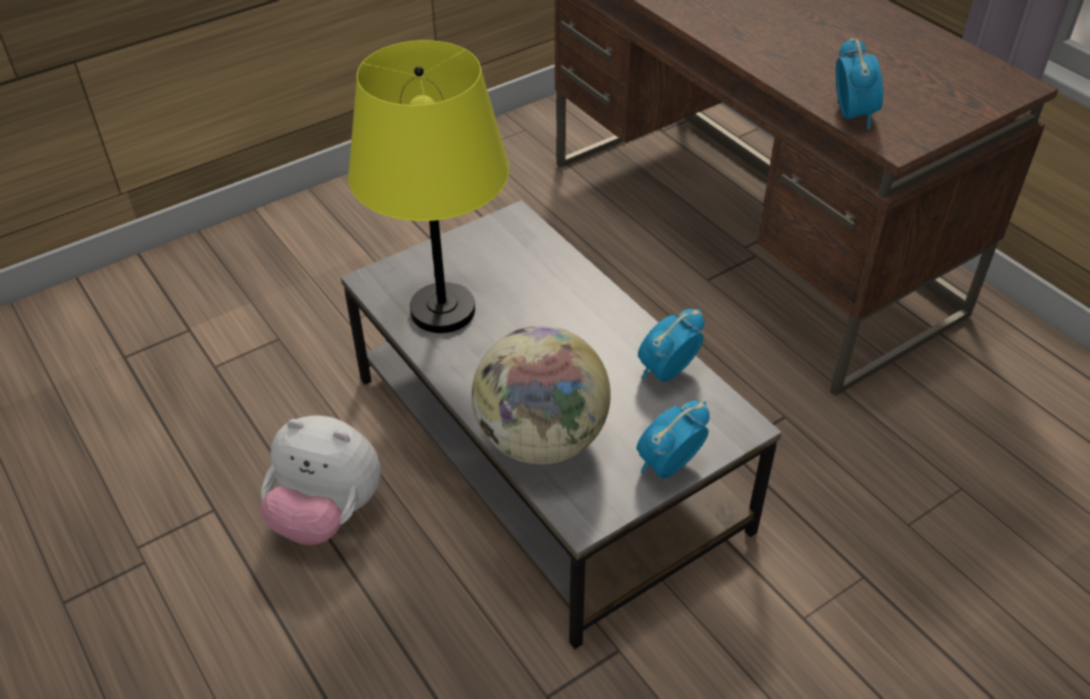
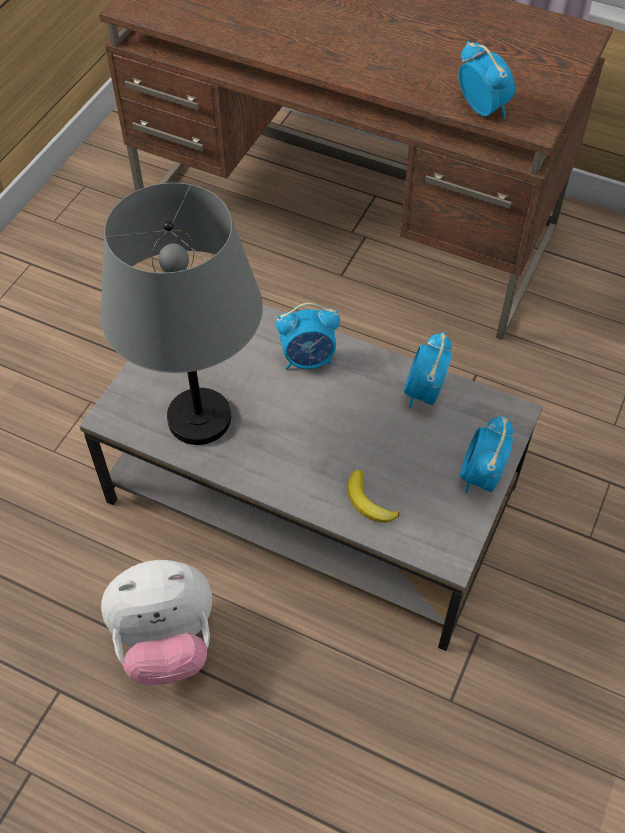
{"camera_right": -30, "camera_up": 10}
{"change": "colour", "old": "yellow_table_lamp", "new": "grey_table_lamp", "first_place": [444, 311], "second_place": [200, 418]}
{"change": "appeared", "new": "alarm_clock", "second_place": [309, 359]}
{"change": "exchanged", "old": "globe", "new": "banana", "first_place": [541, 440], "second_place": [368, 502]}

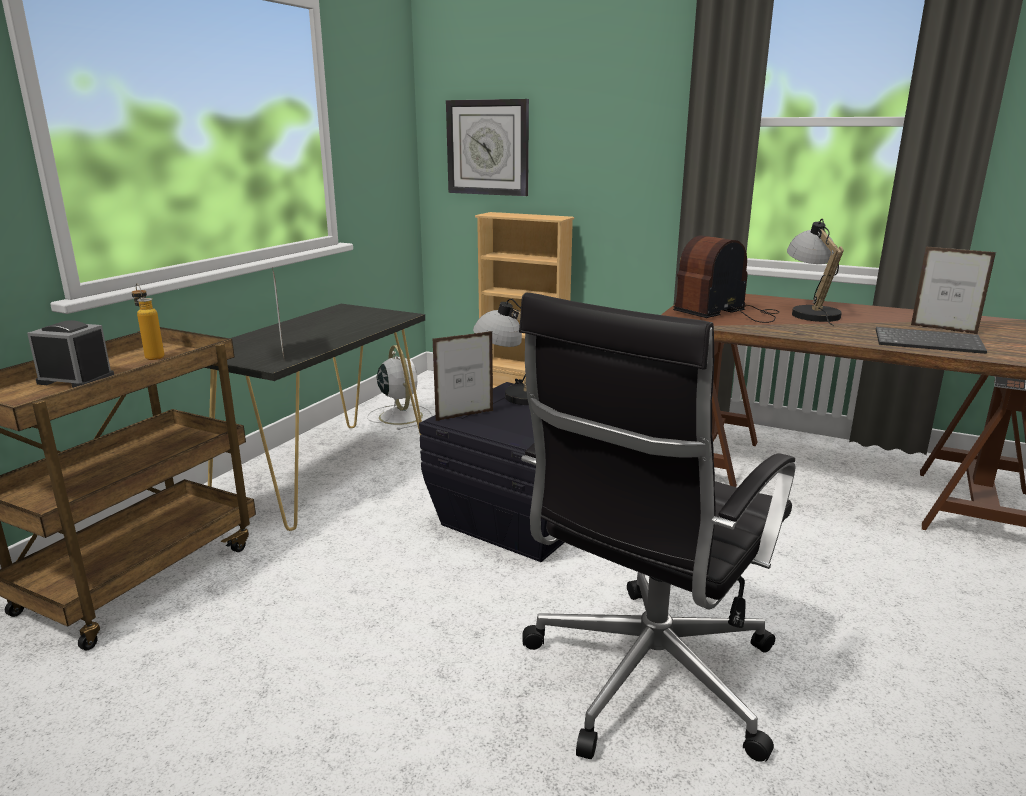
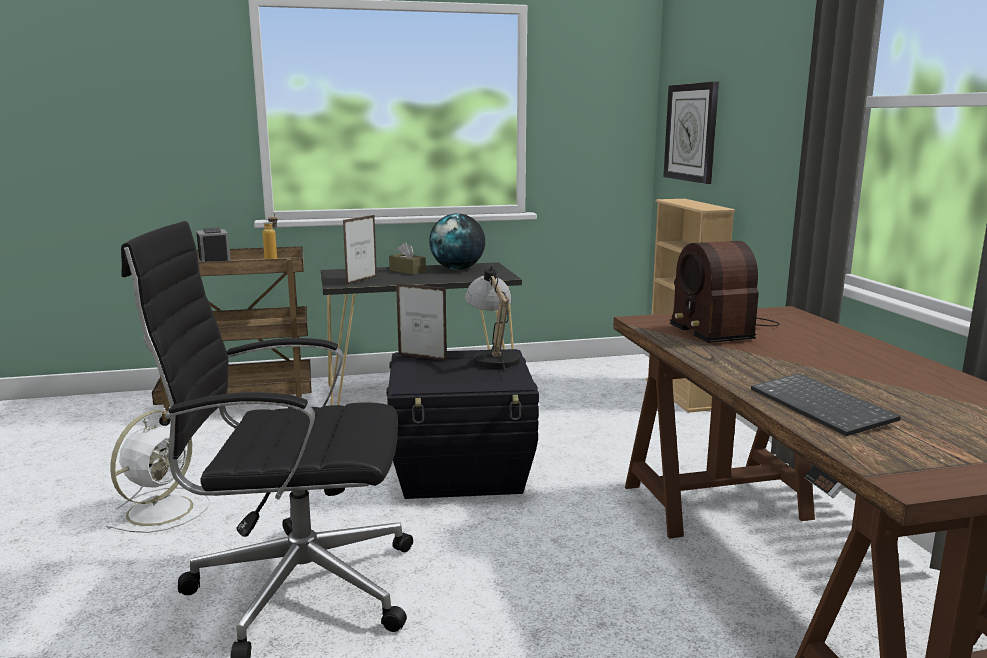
{"camera_right": 50, "camera_up": -5}
{"change": "relocated", "old": "white_fan", "first_place": [400, 416], "second_place": [162, 509]}
{"change": "appeared", "new": "brown_tissue_box", "second_place": [407, 271]}
{"change": "appeared", "new": "globe", "second_place": [458, 269]}
{"change": "spun", "old": "radio", "first_place": [728, 313], "second_place": [720, 328], "degrees": -120}
{"change": "missing", "old": "table_lamp", "first_place": [810, 313]}
{"change": "missing", "old": "picture_frame", "first_place": [943, 329]}

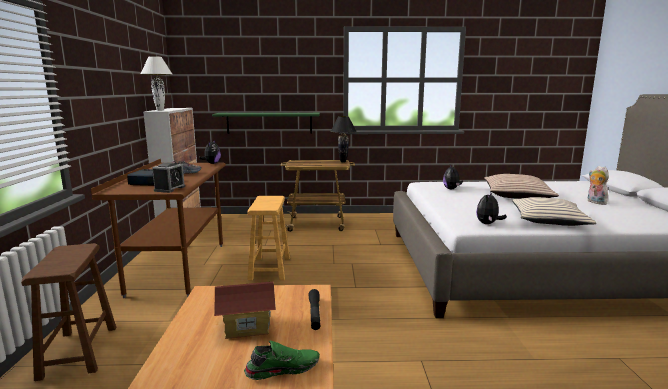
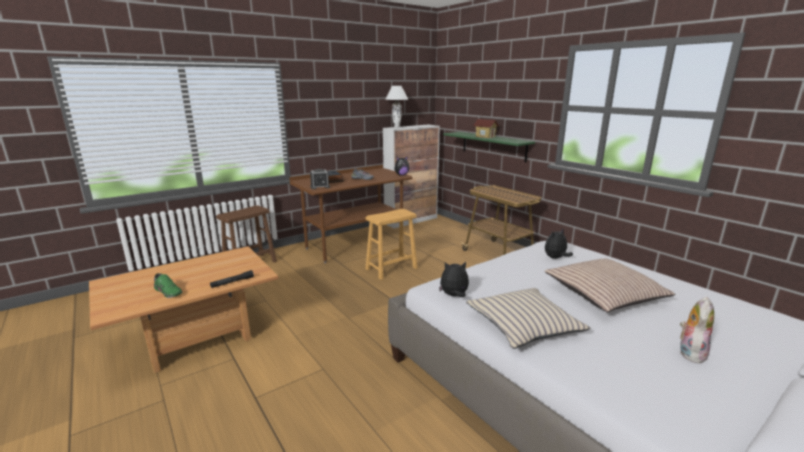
{"camera_right": 55, "camera_up": 5}
{"change": "relocated", "old": "toy_house", "first_place": [247, 326], "second_place": [485, 137]}
{"change": "missing", "old": "black_table_lamp", "first_place": [342, 162]}

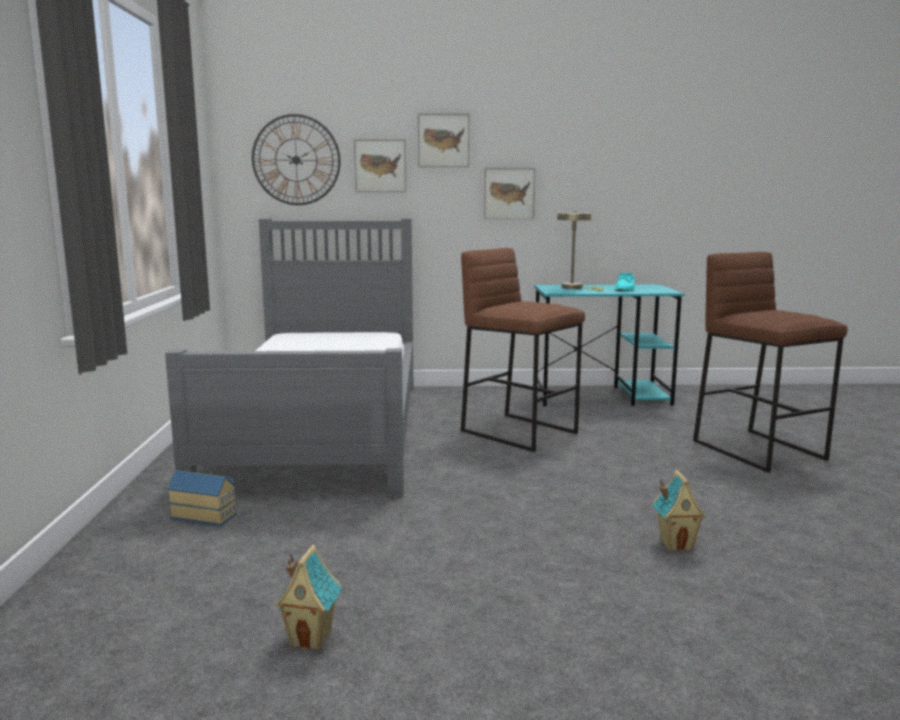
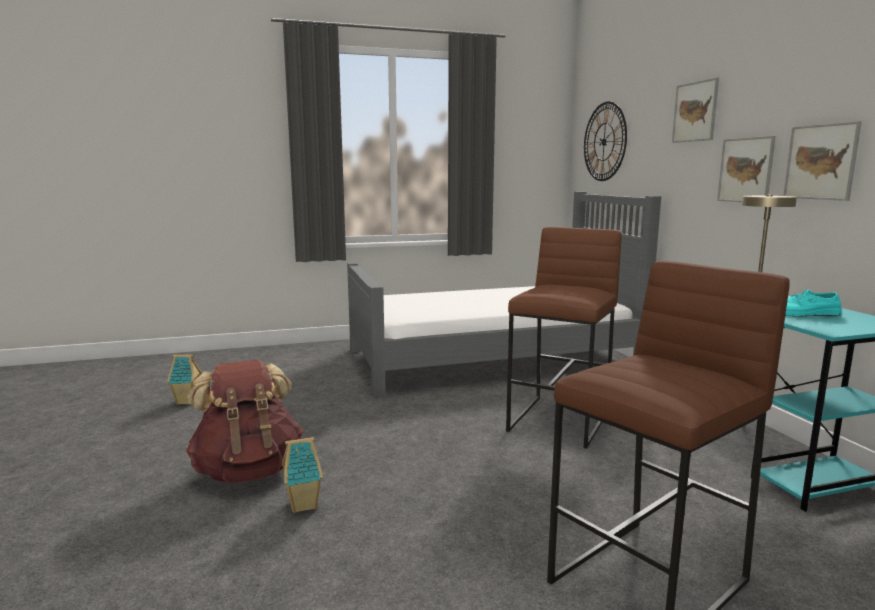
{"camera_right": 75, "camera_up": 0}
{"change": "appeared", "new": "brown_backpack", "second_place": [249, 470]}
{"change": "relocated", "old": "picture", "first_place": [380, 165], "second_place": [821, 162]}
{"change": "missing", "old": "toy_house", "first_place": [205, 514]}

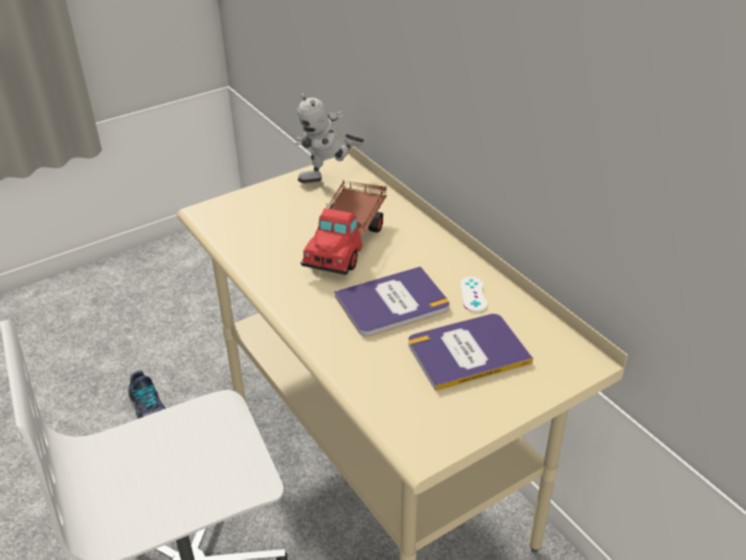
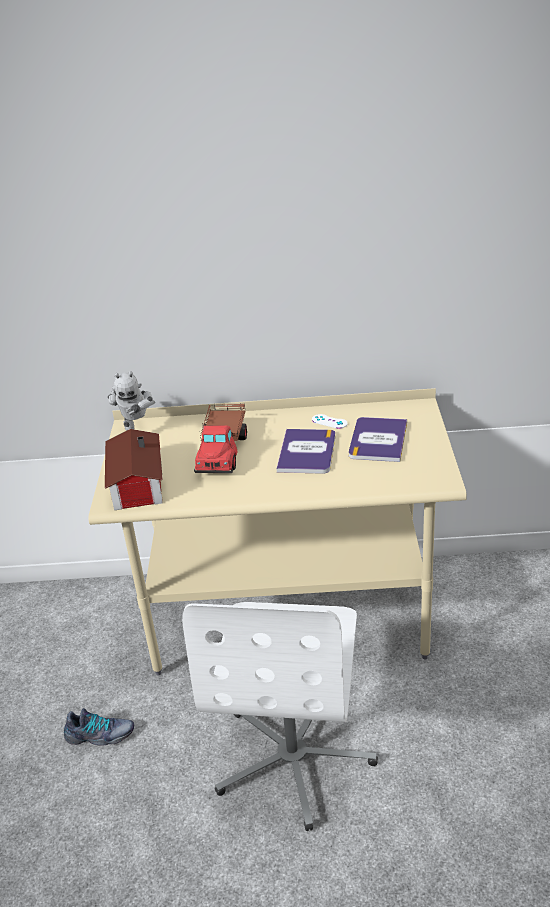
{"camera_right": -55, "camera_up": -5}
{"change": "appeared", "new": "toy_house", "second_place": [135, 485]}
{"change": "spun", "old": "toy_truck", "first_place": [347, 241], "second_place": [223, 450], "degrees": 45}

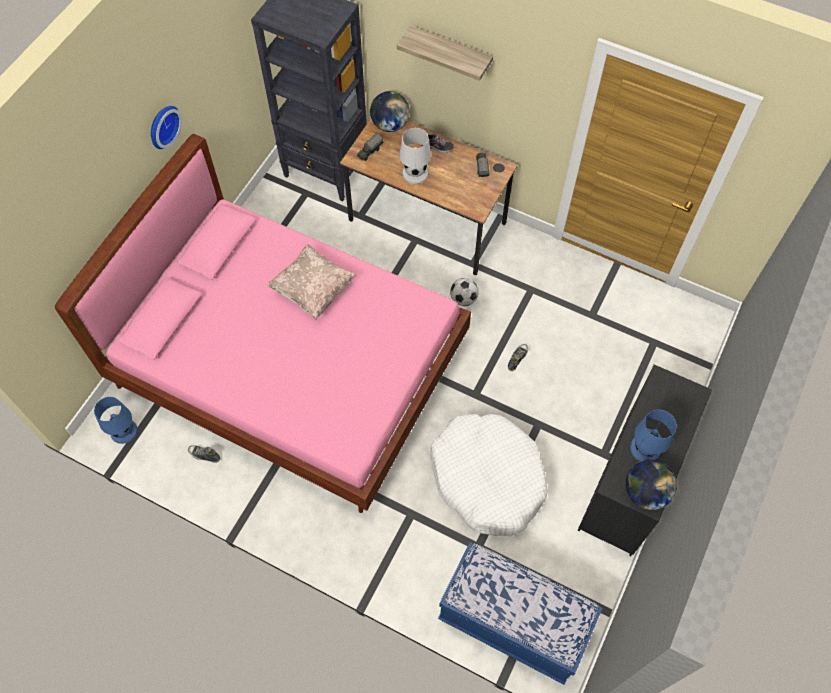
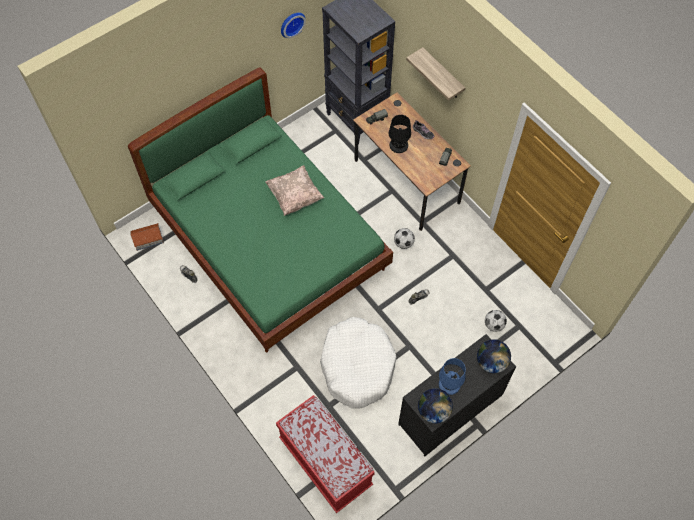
{"camera_right": 25, "camera_up": 0}
{"change": "colour", "old": "pink_bed", "new": "green_bed", "first_place": [291, 365], "second_place": [269, 241]}
{"change": "exchanged", "old": "blue_table_lamp", "new": "toy_house", "first_place": [123, 431], "second_place": [148, 239]}
{"change": "colour", "old": "blue_bench", "new": "red_bench", "first_place": [512, 623], "second_place": [325, 462]}
{"change": "relocated", "old": "wall_clock", "first_place": [162, 125], "second_place": [291, 23]}
{"change": "colour", "old": "white_table_lamp", "new": "black_table_lamp", "first_place": [415, 173], "second_place": [398, 145]}
{"change": "relocated", "old": "globe", "first_place": [390, 125], "second_place": [491, 362]}
{"change": "appeared", "new": "football", "second_place": [494, 325]}

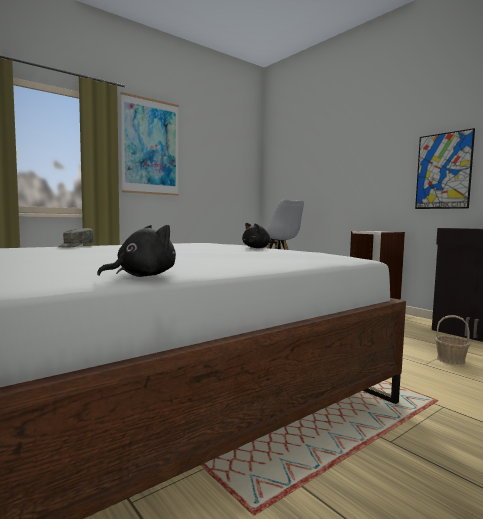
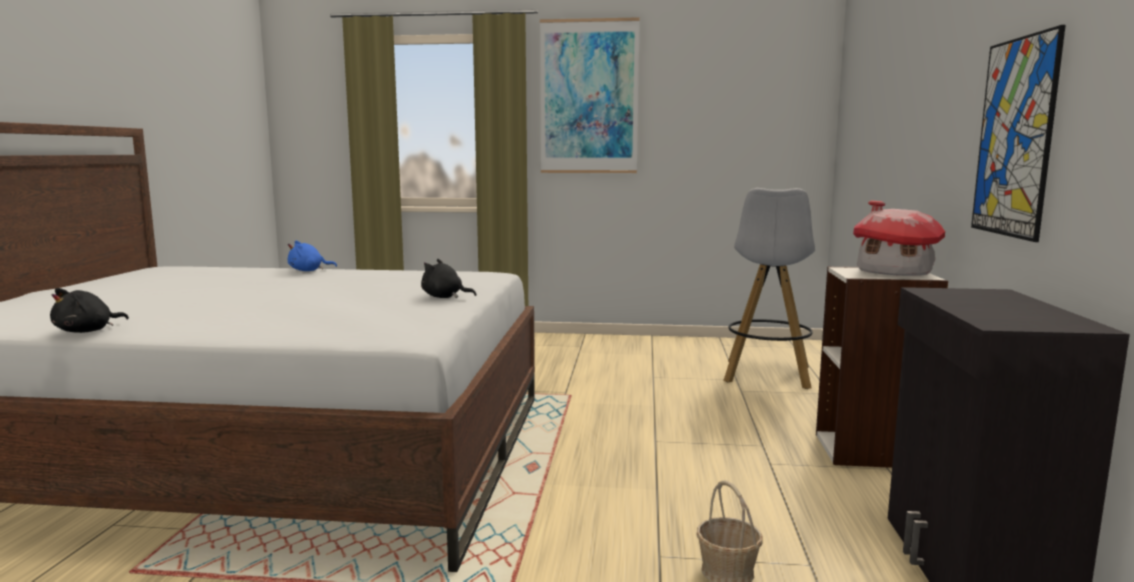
{"camera_right": 45, "camera_up": 5}
{"change": "spun", "old": "black_plush_toy", "first_place": [142, 276], "second_place": [87, 331], "degrees": 120}
{"change": "exchanged", "old": "grey_cap", "new": "blue_plush_toy", "first_place": [76, 246], "second_place": [308, 271]}
{"change": "appeared", "new": "toy_house", "second_place": [892, 272]}

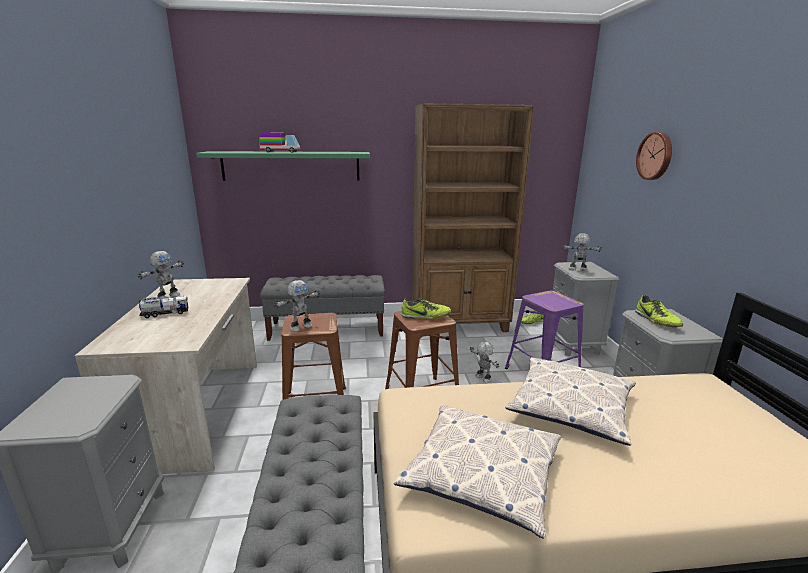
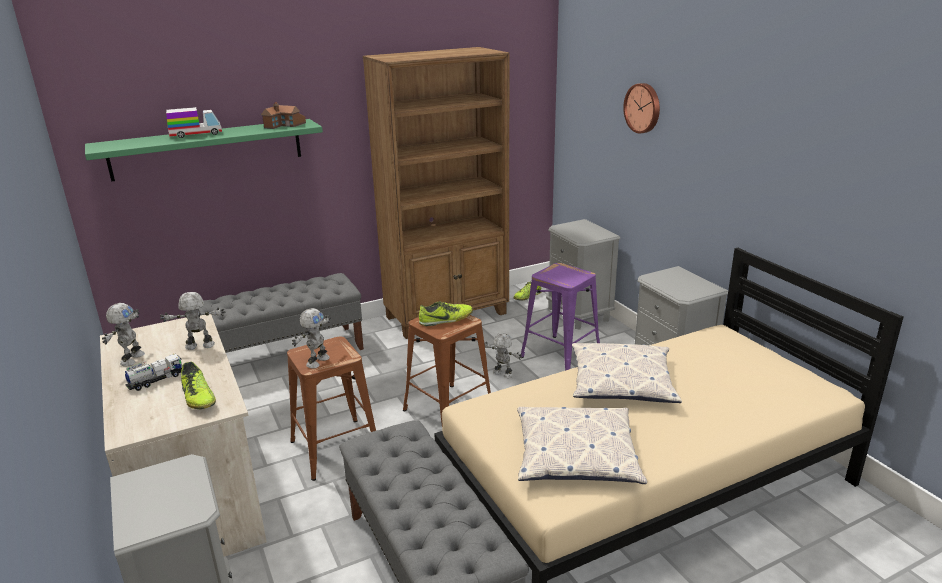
{"camera_right": -20, "camera_up": 5}
{"change": "relocated", "old": "toy_robot", "first_place": [578, 269], "second_place": [200, 346]}
{"change": "relocated", "old": "shoe", "first_place": [656, 321], "second_place": [198, 397]}
{"change": "appeared", "new": "toy_house", "second_place": [285, 125]}

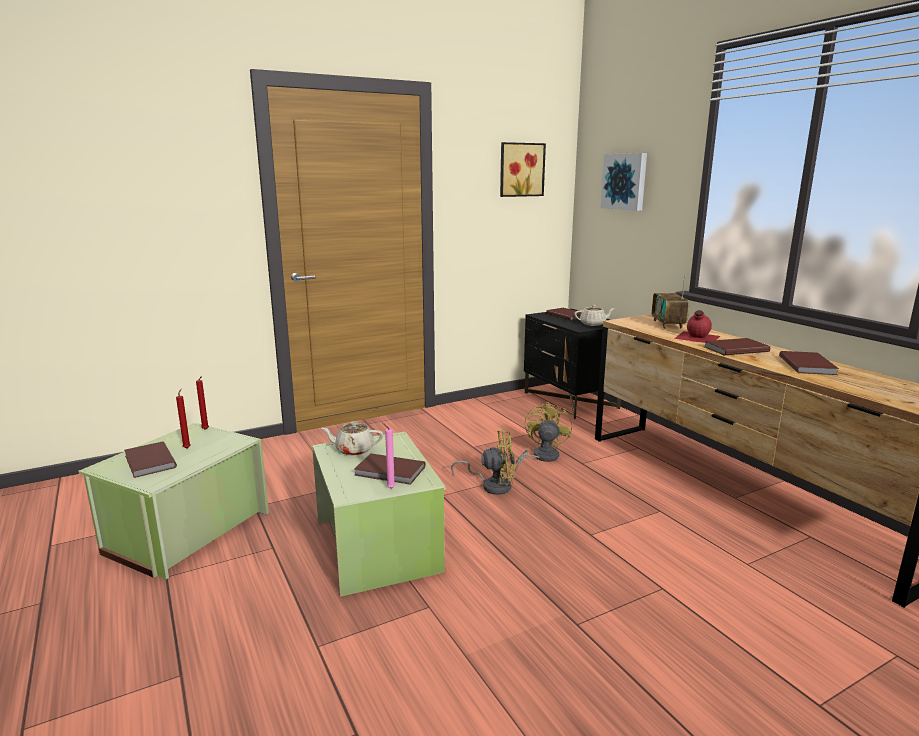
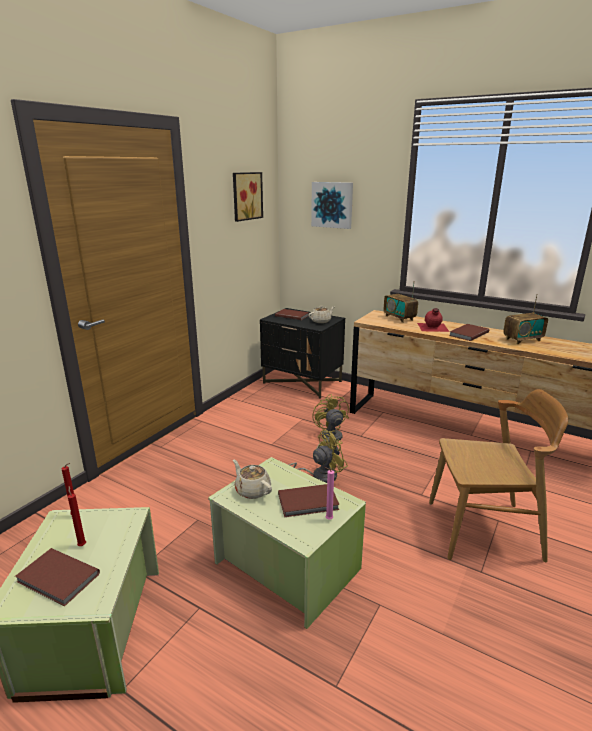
{"camera_right": -30, "camera_up": 5}
{"change": "spun", "old": "beige_teapot", "first_place": [353, 450], "second_place": [252, 490], "degrees": 75}
{"change": "appeared", "new": "brown_chair", "second_place": [484, 530]}
{"change": "exchanged", "old": "brown_book", "new": "radio", "first_place": [808, 365], "second_place": [522, 340]}

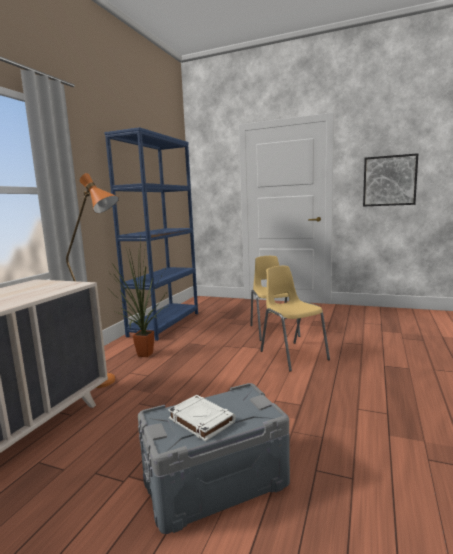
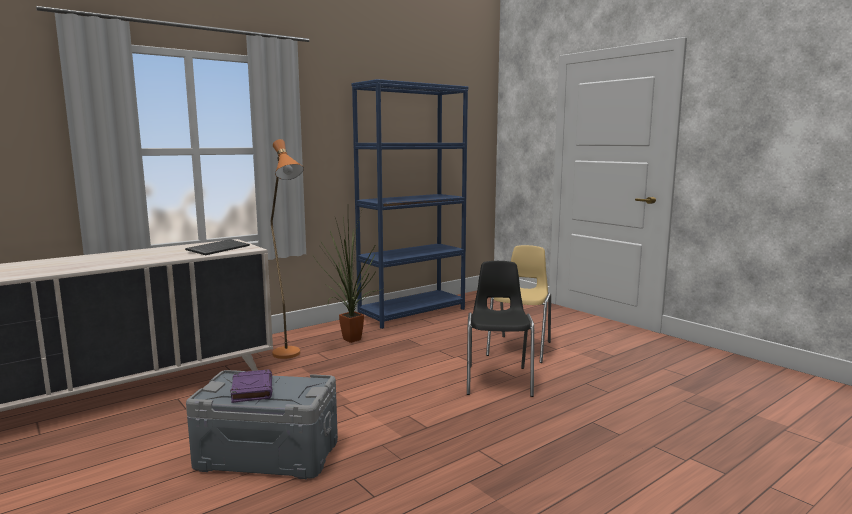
{"camera_right": 30, "camera_up": 0}
{"change": "appeared", "new": "keyboard", "second_place": [218, 249]}
{"change": "colour", "old": "white_book", "new": "purple_book", "first_place": [200, 420], "second_place": [252, 389]}
{"change": "colour", "old": "yellow_chair", "new": "black_chair", "first_place": [293, 355], "second_place": [498, 380]}
{"change": "missing", "old": "picture", "first_place": [389, 181]}

